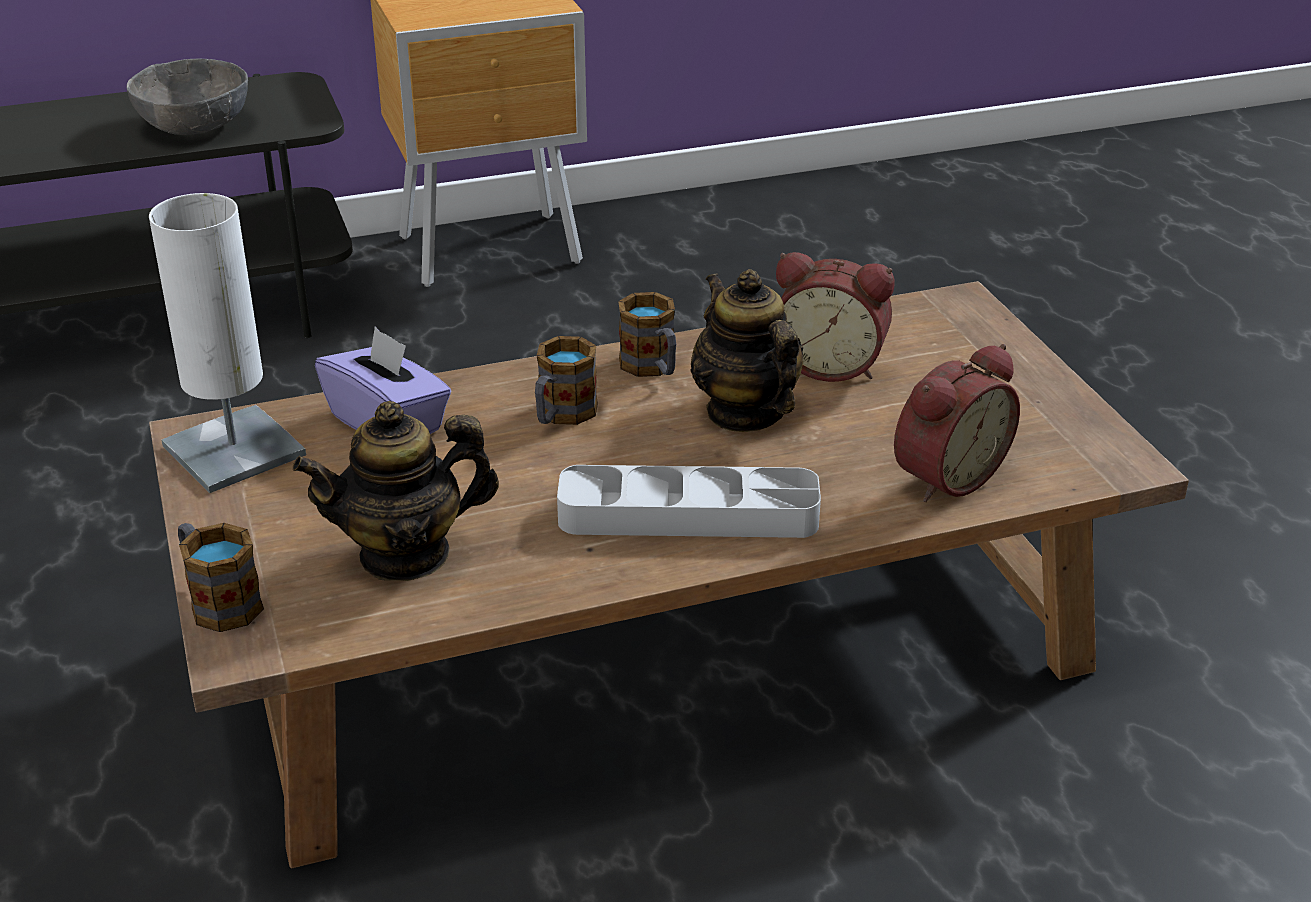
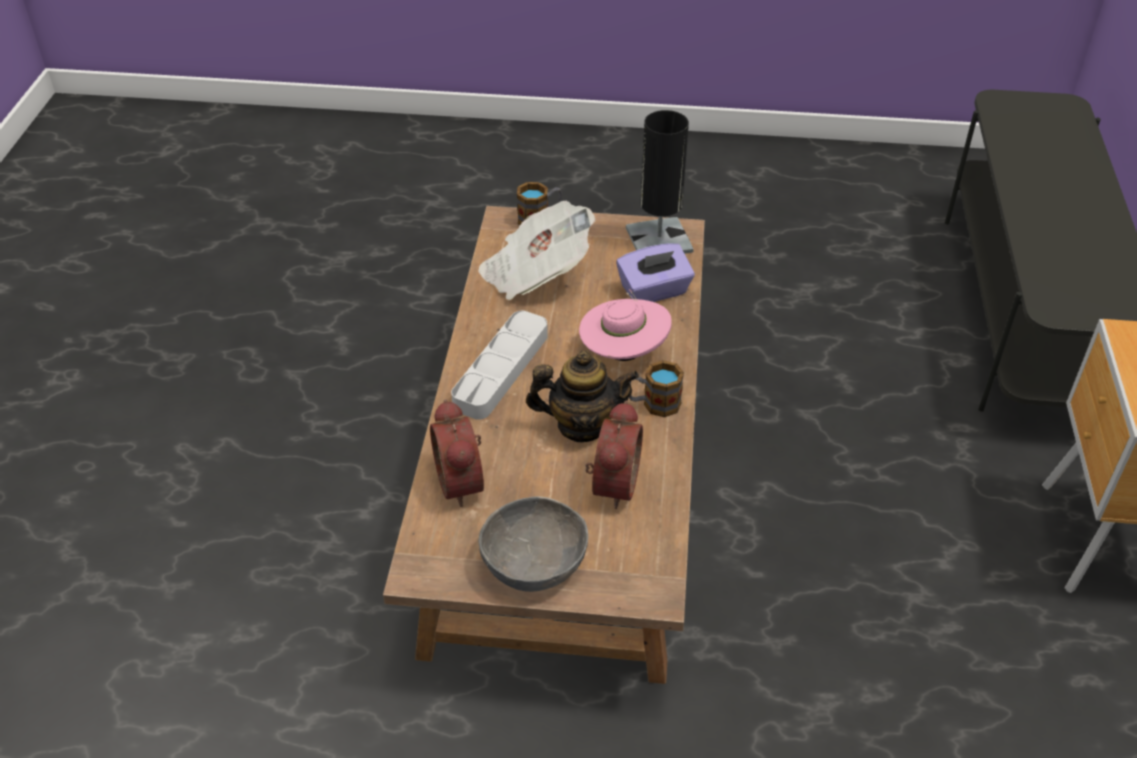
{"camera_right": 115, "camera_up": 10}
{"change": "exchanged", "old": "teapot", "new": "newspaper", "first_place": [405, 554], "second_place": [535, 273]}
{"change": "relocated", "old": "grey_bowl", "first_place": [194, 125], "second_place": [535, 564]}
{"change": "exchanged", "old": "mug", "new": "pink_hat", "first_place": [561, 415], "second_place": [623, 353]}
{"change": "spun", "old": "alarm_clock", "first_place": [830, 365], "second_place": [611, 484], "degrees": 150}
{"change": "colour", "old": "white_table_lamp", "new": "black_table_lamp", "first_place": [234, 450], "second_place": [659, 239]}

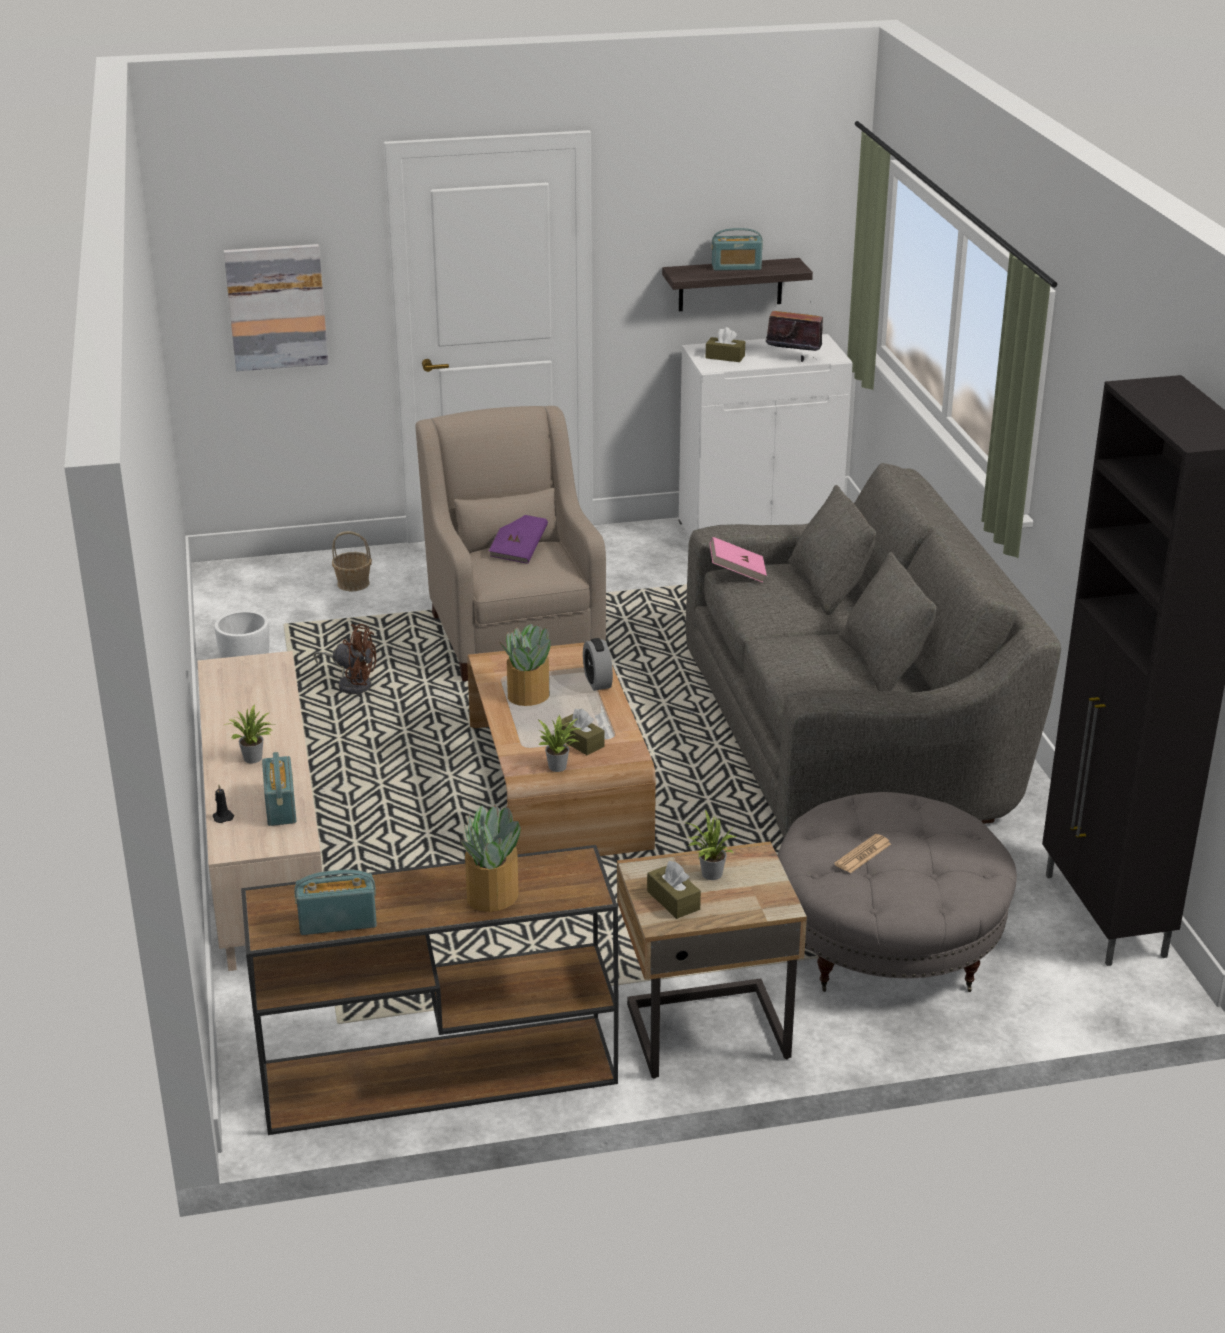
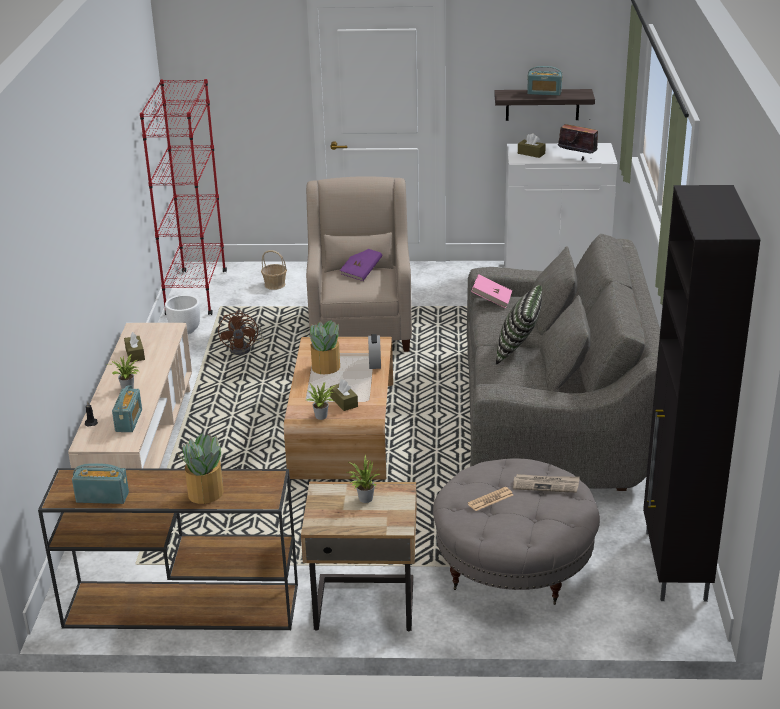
{"camera_right": 15, "camera_up": 0}
{"change": "relocated", "old": "brown_tissue_box", "first_place": [673, 900], "second_place": [135, 354]}
{"change": "appeared", "new": "red_bookcase", "second_place": [196, 293]}
{"change": "spun", "old": "brown_fan", "first_place": [352, 683], "second_place": [244, 348], "degrees": 60}
{"change": "appeared", "new": "pillow", "second_place": [518, 349]}
{"change": "appeared", "new": "newspaper", "second_place": [546, 485]}
{"change": "missing", "old": "picture", "first_place": [276, 307]}

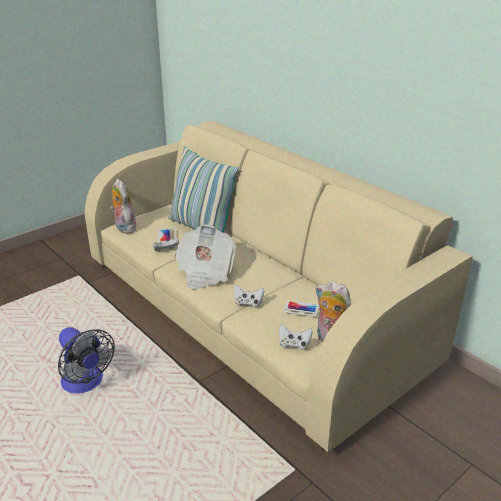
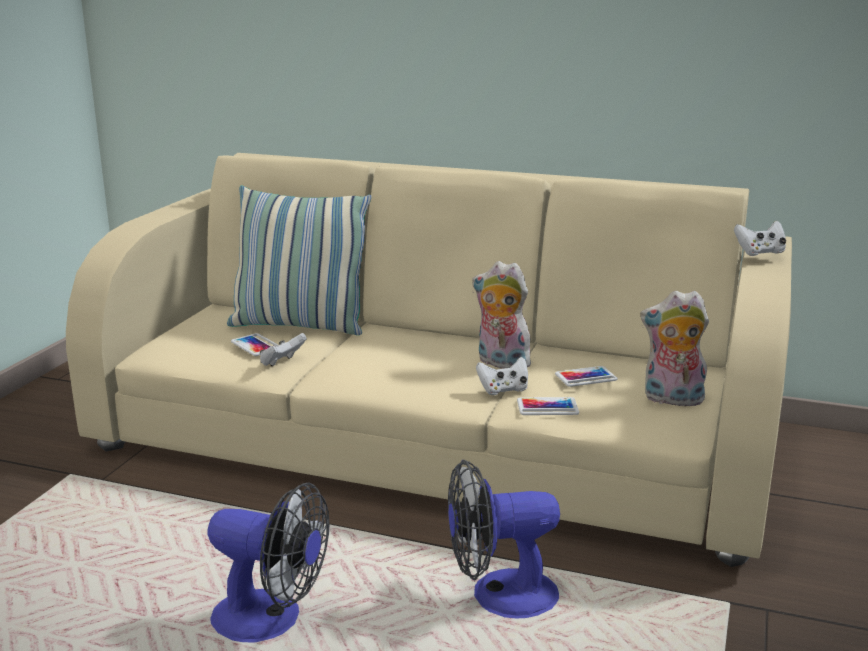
{"camera_right": -30, "camera_up": -10}
{"change": "appeared", "new": "fan", "second_place": [499, 596]}
{"change": "relocated", "old": "plush_toy", "first_place": [123, 227], "second_place": [500, 363]}
{"change": "appeared", "new": "phone", "second_place": [547, 407]}
{"change": "relocated", "old": "white_game_controller", "first_place": [294, 344], "second_place": [760, 253]}
{"change": "missing", "old": "newspaper", "first_place": [205, 272]}

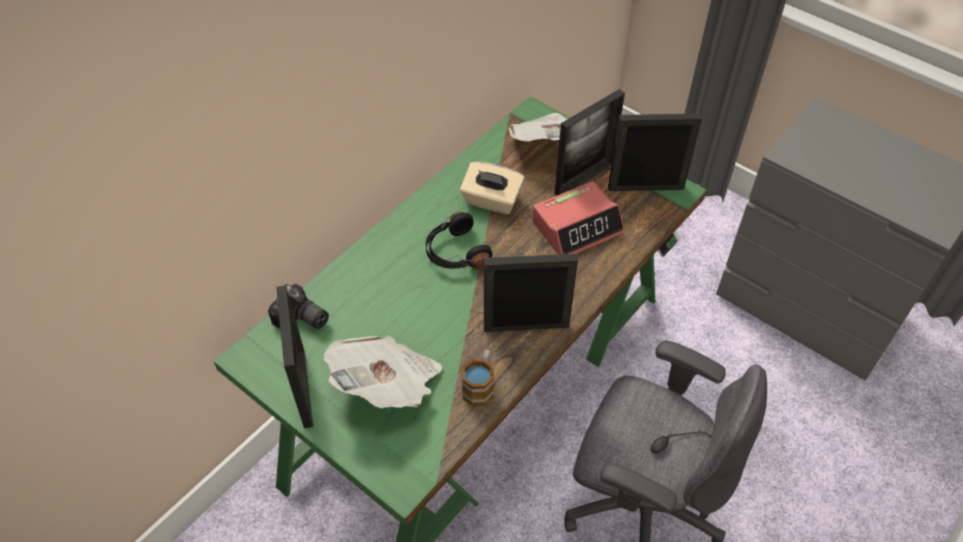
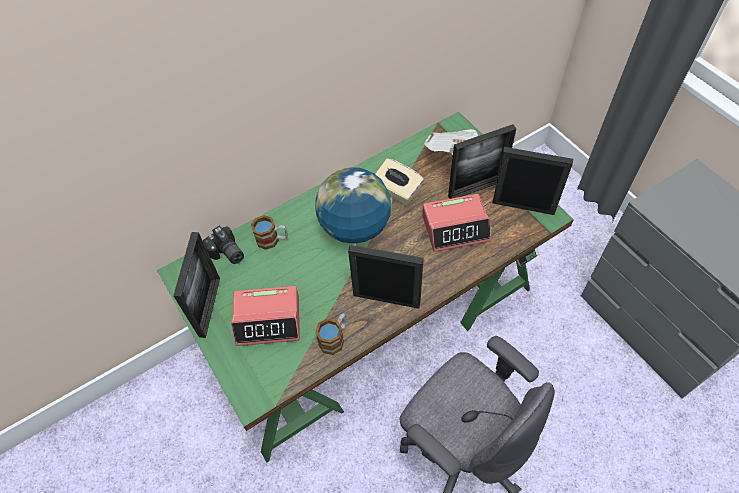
{"camera_right": 20, "camera_up": 5}
{"change": "exchanged", "old": "newspaper", "new": "alarm_clock", "first_place": [388, 385], "second_place": [268, 320]}
{"change": "appeared", "new": "mug", "second_place": [272, 240]}
{"change": "exchanged", "old": "black_headphones", "new": "globe", "first_place": [455, 253], "second_place": [355, 227]}

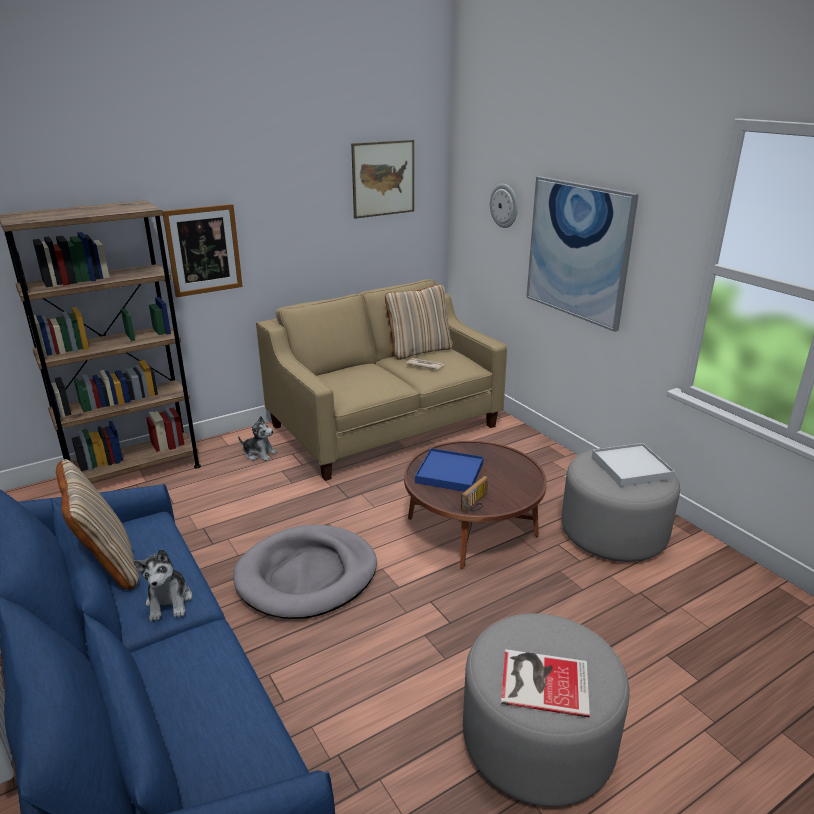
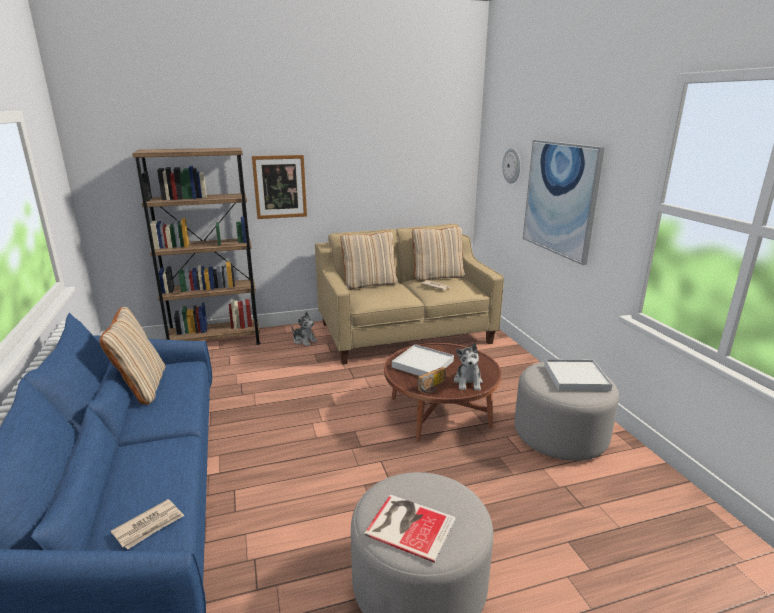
{"camera_right": 15, "camera_up": -5}
{"change": "appeared", "new": "newspaper", "second_place": [149, 526]}
{"change": "appeared", "new": "beige_pillow", "second_place": [369, 284]}
{"change": "colour", "old": "blue_tray", "new": "white_tray", "first_place": [449, 473], "second_place": [422, 364]}
{"change": "relocated", "old": "plush_toy", "first_place": [169, 601], "second_place": [468, 382]}
{"change": "missing", "old": "grey_dog_bed", "first_place": [307, 575]}
{"change": "missing", "old": "picture", "first_place": [383, 178]}

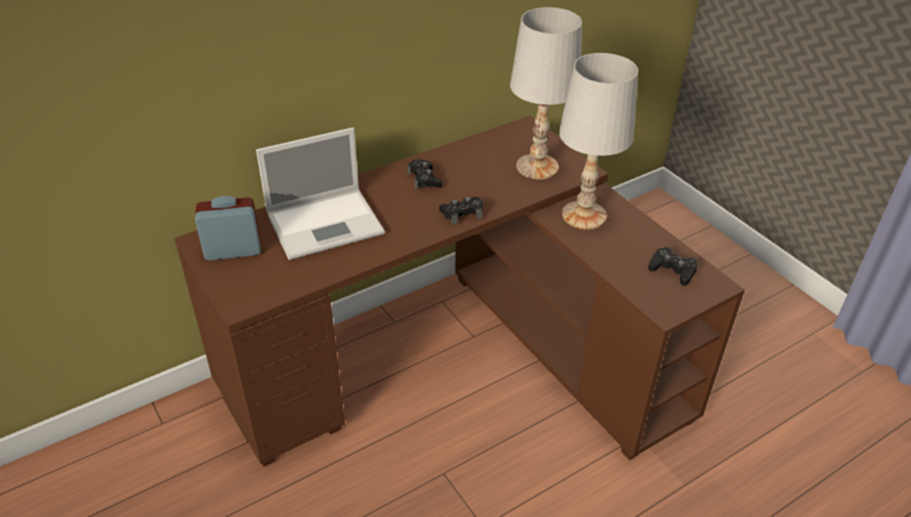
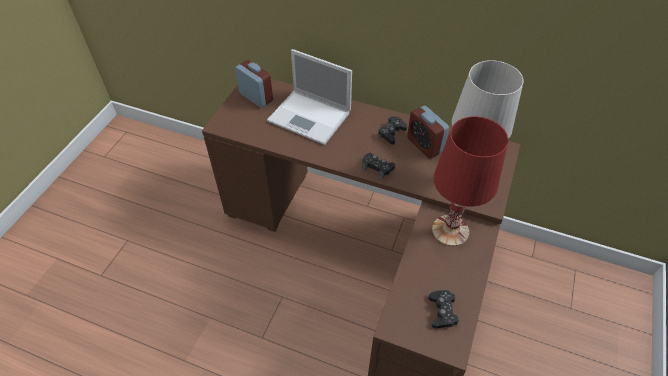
{"camera_right": 55, "camera_up": 10}
{"change": "appeared", "new": "alarm_clock", "second_place": [424, 145]}
{"change": "colour", "old": "white_table_lamp", "new": "red_table_lamp", "first_place": [584, 215], "second_place": [451, 230]}

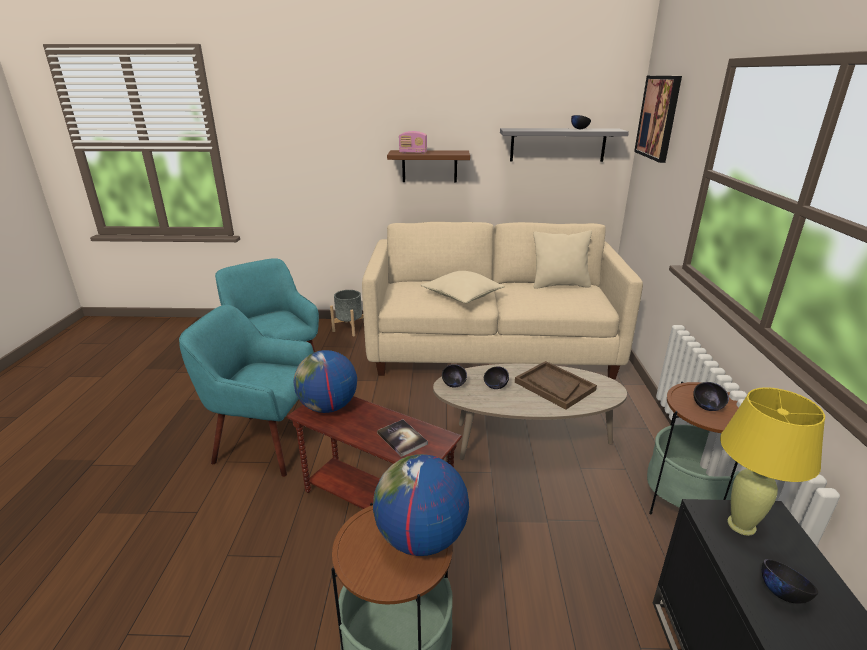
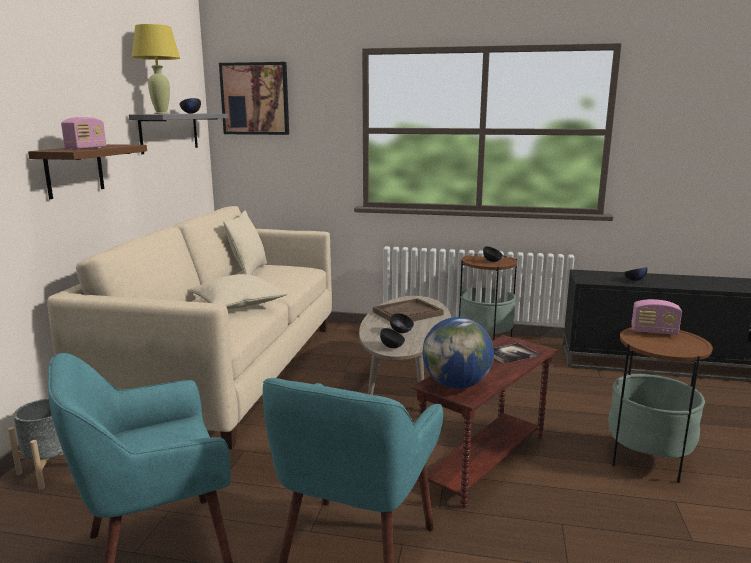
{"camera_right": -80, "camera_up": -10}
{"change": "relocated", "old": "yellow_table_lamp", "first_place": [741, 525], "second_place": [161, 113]}
{"change": "exchanged", "old": "globe", "new": "radio", "first_place": [421, 538], "second_place": [654, 332]}

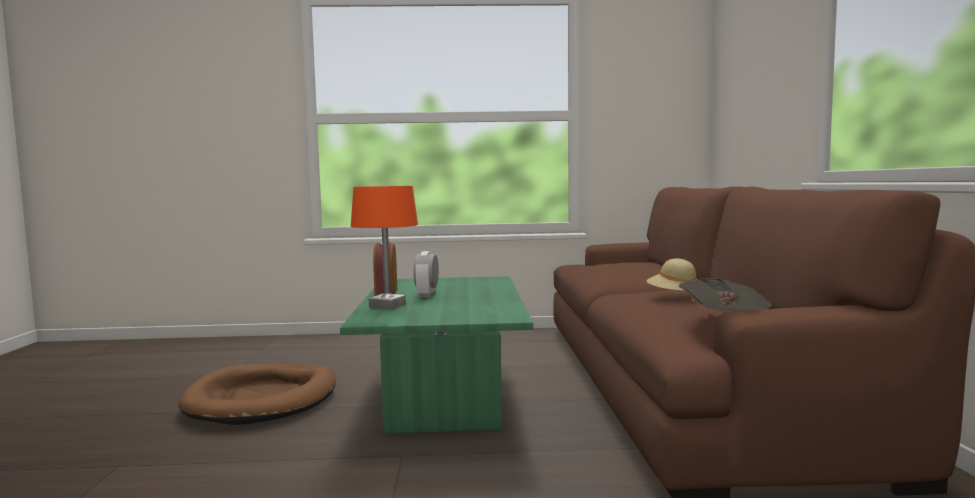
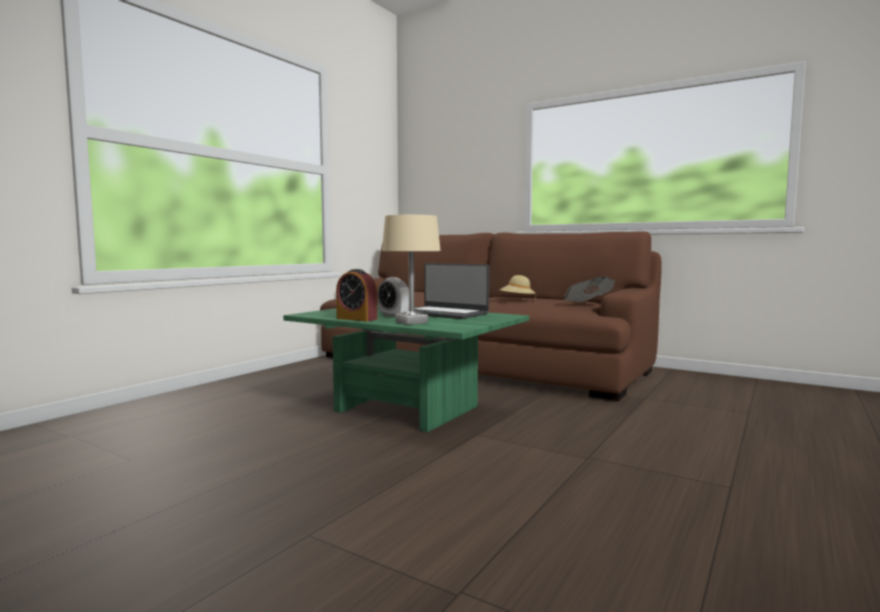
{"camera_right": -55, "camera_up": 0}
{"change": "colour", "old": "orange_table_lamp", "new": "beige_table_lamp", "first_place": [387, 306], "second_place": [411, 322]}
{"change": "appeared", "new": "laptop", "second_place": [443, 313]}
{"change": "missing", "old": "brown_dog_bed", "first_place": [263, 399]}

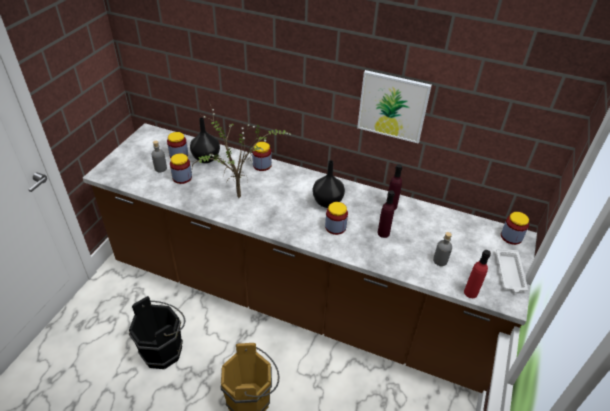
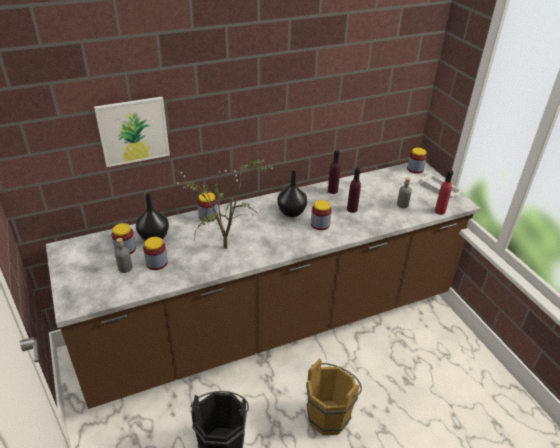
{"camera_right": -45, "camera_up": -5}
{"change": "relocated", "old": "picture", "first_place": [392, 106], "second_place": [133, 131]}

